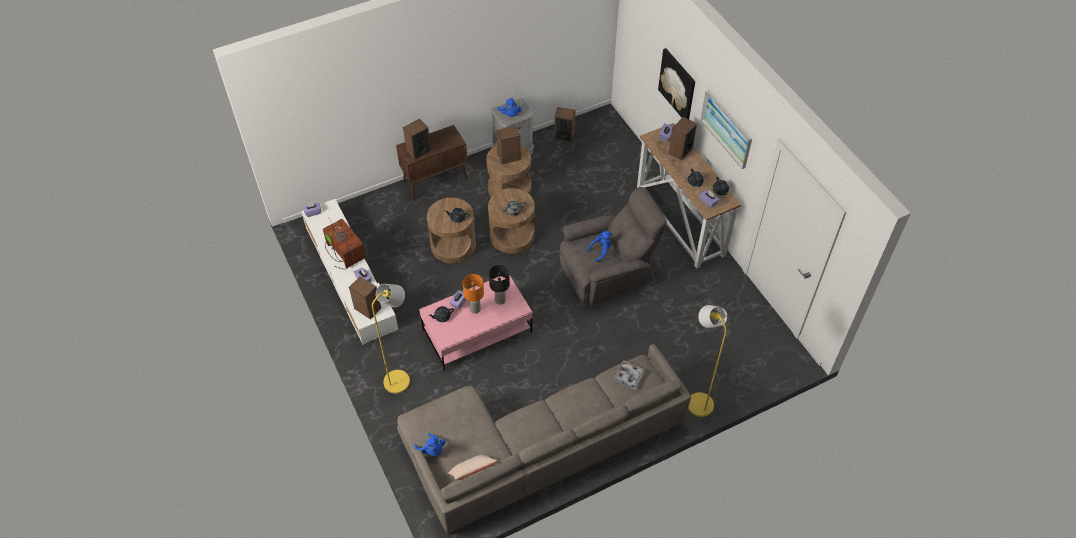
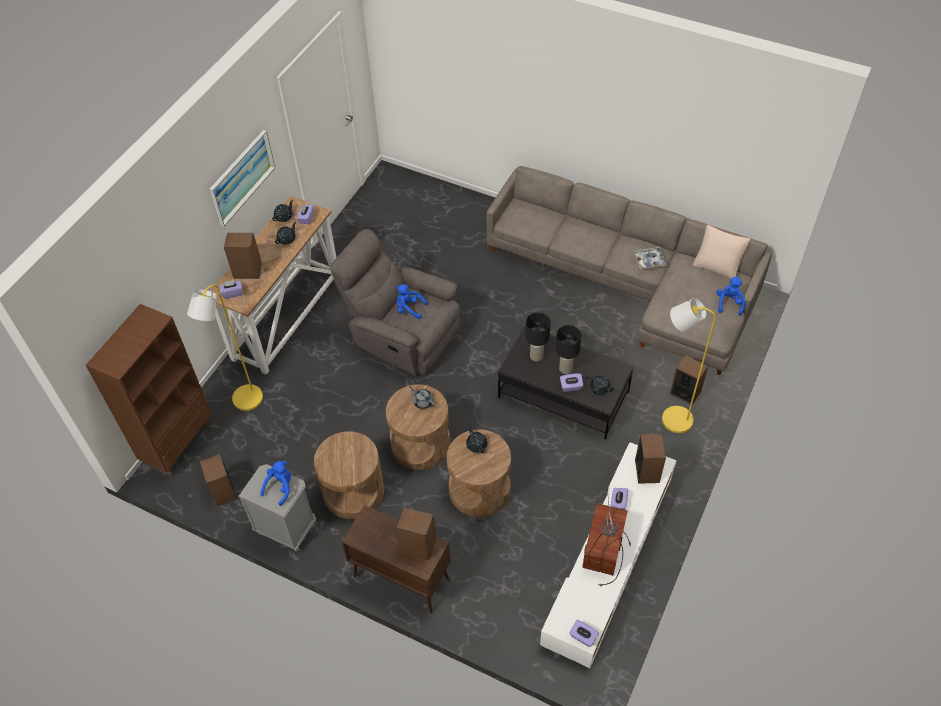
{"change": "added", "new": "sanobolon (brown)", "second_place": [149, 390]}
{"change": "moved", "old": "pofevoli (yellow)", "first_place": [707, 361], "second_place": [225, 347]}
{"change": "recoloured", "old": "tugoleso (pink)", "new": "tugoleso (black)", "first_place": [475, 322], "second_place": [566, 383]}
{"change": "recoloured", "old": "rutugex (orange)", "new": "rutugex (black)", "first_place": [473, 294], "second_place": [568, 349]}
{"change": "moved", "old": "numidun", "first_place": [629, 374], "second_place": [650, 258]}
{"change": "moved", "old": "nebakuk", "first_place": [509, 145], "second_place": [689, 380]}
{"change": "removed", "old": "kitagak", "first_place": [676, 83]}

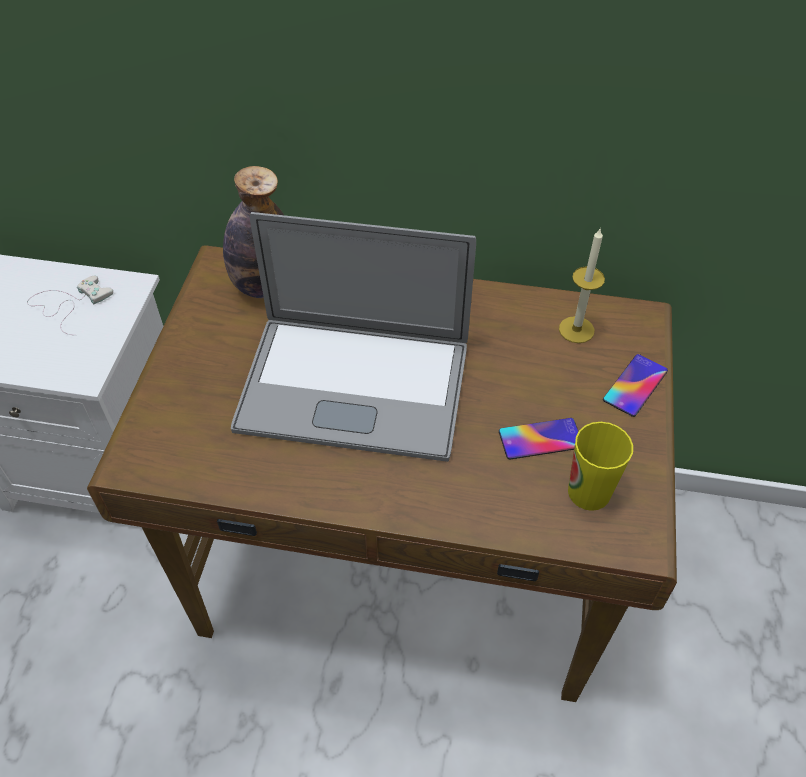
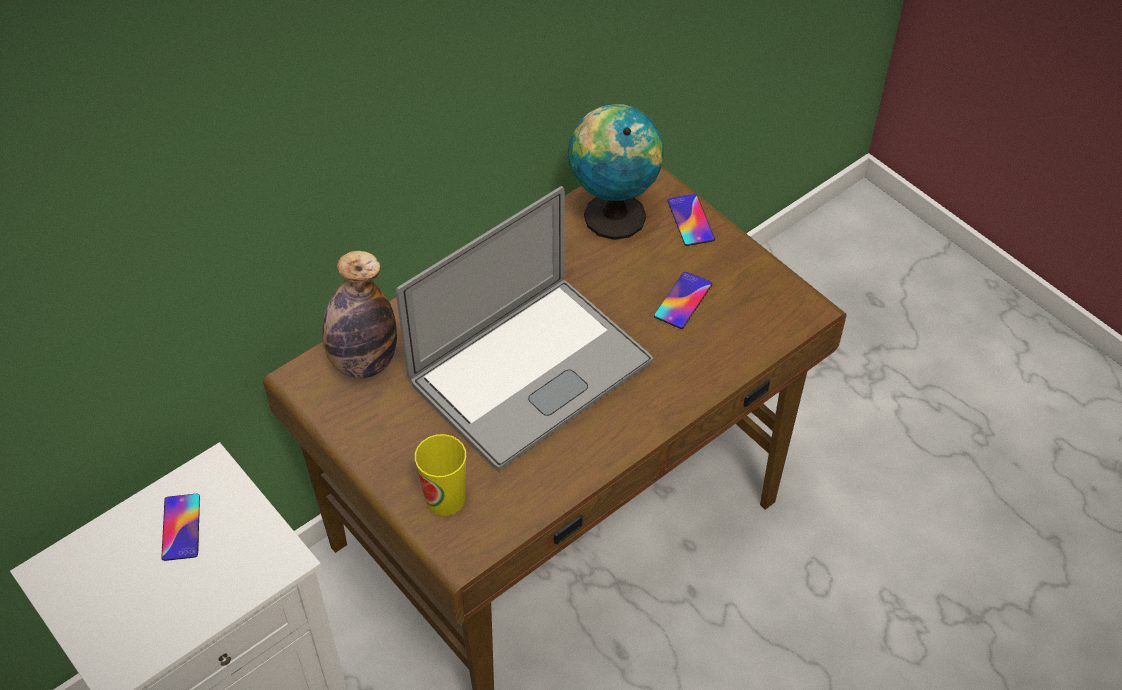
{"change": "replaced", "old": "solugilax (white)", "new": "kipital", "first_place": [70, 305], "second_place": [180, 527]}
{"change": "moved", "old": "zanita", "first_place": [600, 466], "second_place": [440, 475]}
{"change": "replaced", "old": "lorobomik", "new": "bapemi", "first_place": [582, 286], "second_place": [616, 172]}

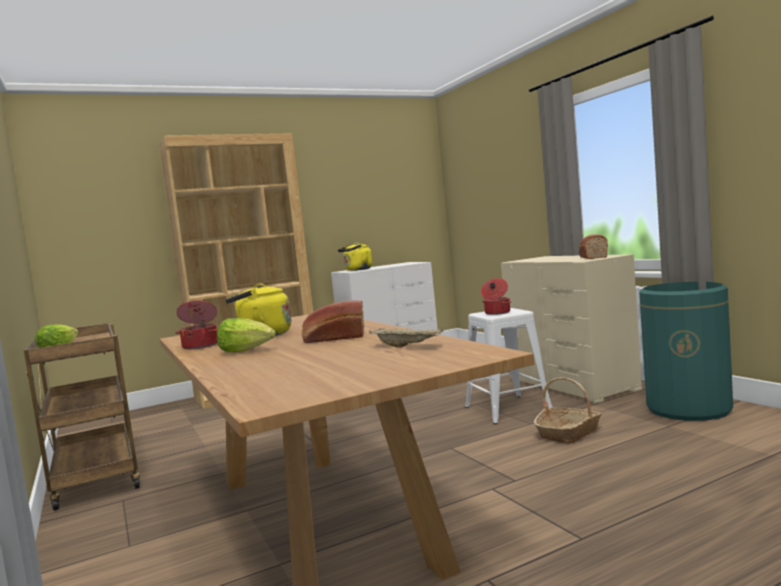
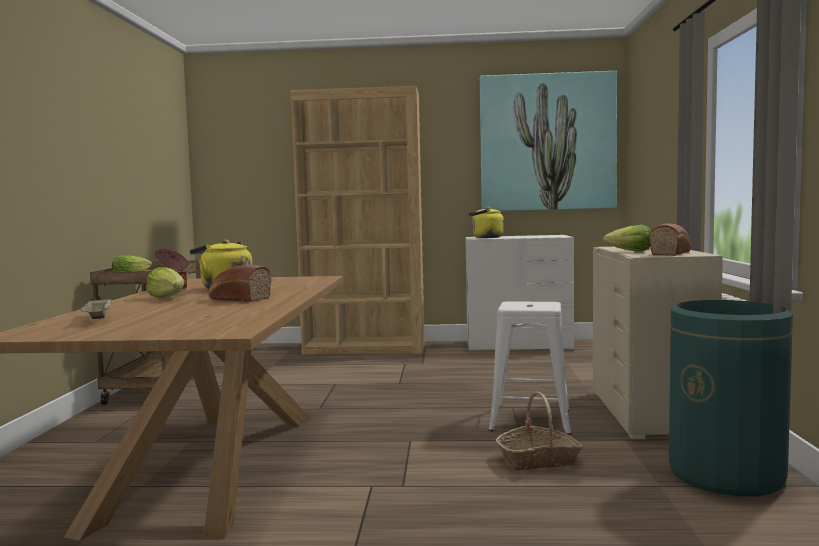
{"change": "moved", "old": "numidun (beige)", "first_place": [406, 337], "second_place": [96, 308]}
{"change": "added", "new": "kitagak", "second_place": [548, 141]}
{"change": "added", "new": "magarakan", "second_place": [627, 238]}
{"change": "removed", "old": "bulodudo", "first_place": [496, 296]}

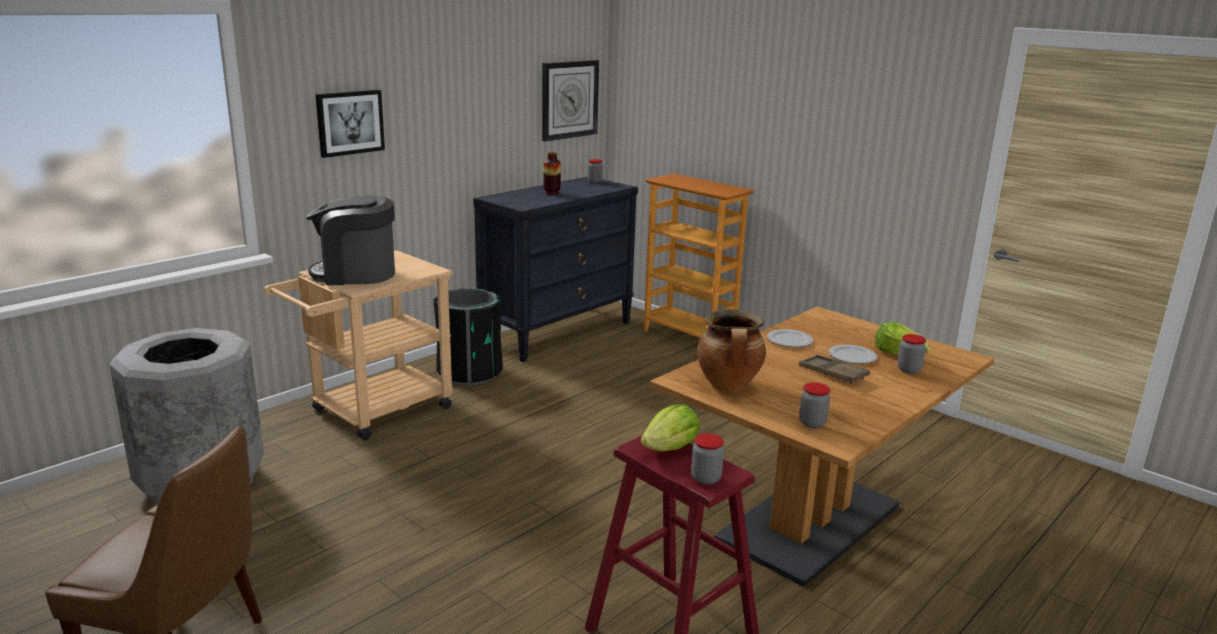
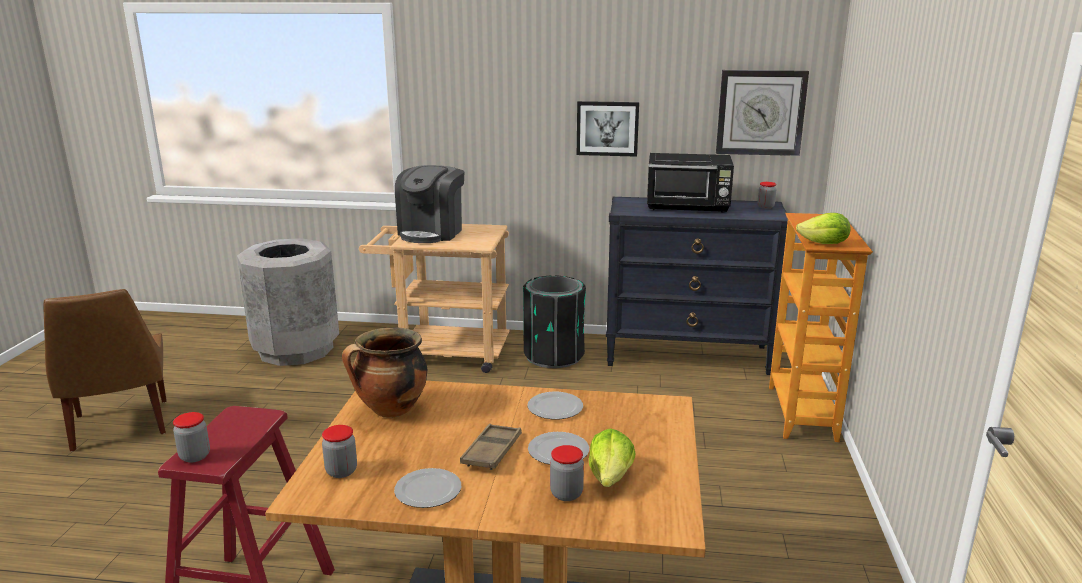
{"change": "added", "new": "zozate", "second_place": [427, 488]}
{"change": "turned", "old": "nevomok", "first_place": [350, 240], "second_place": [429, 204], "degrees": -120}
{"change": "moved", "old": "kitagak", "first_place": [350, 124], "second_place": [608, 129]}
{"change": "replaced", "old": "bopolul", "new": "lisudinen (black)", "first_place": [552, 173], "second_place": [690, 183]}
{"change": "moved", "old": "magarakan", "first_place": [670, 428], "second_place": [823, 228]}

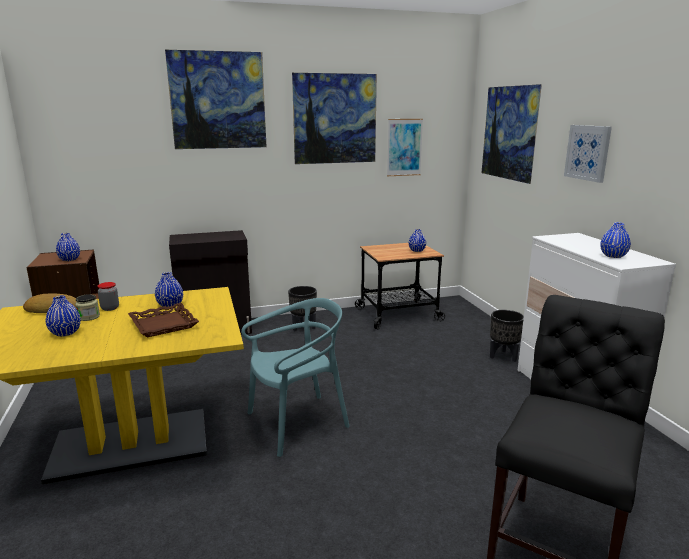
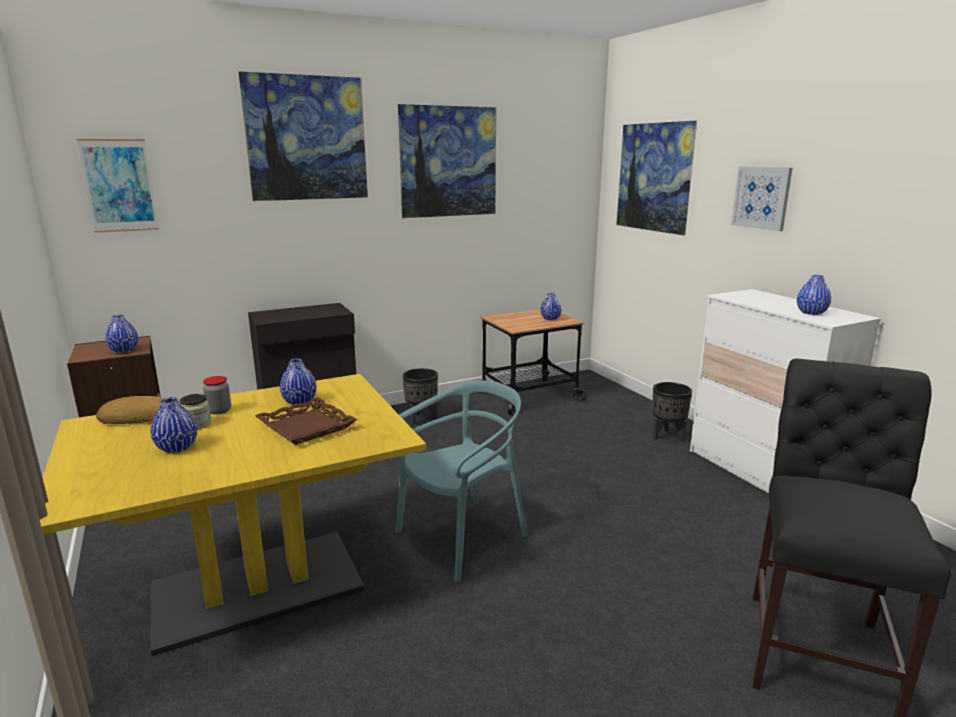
{"change": "moved", "old": "kitagak", "first_place": [405, 147], "second_place": [118, 186]}

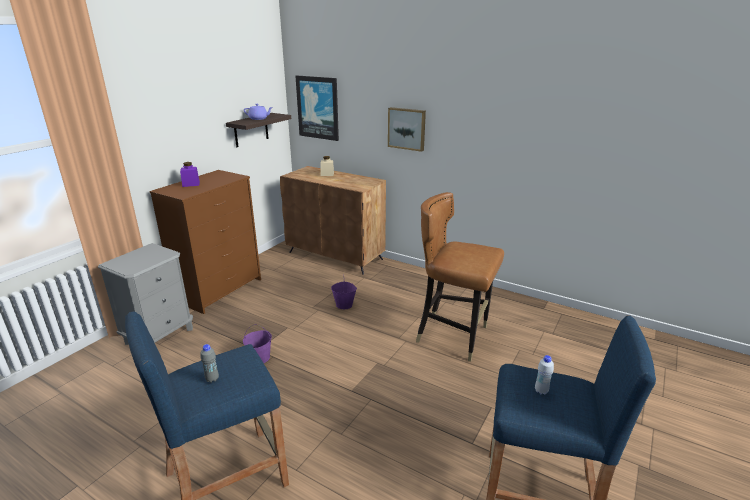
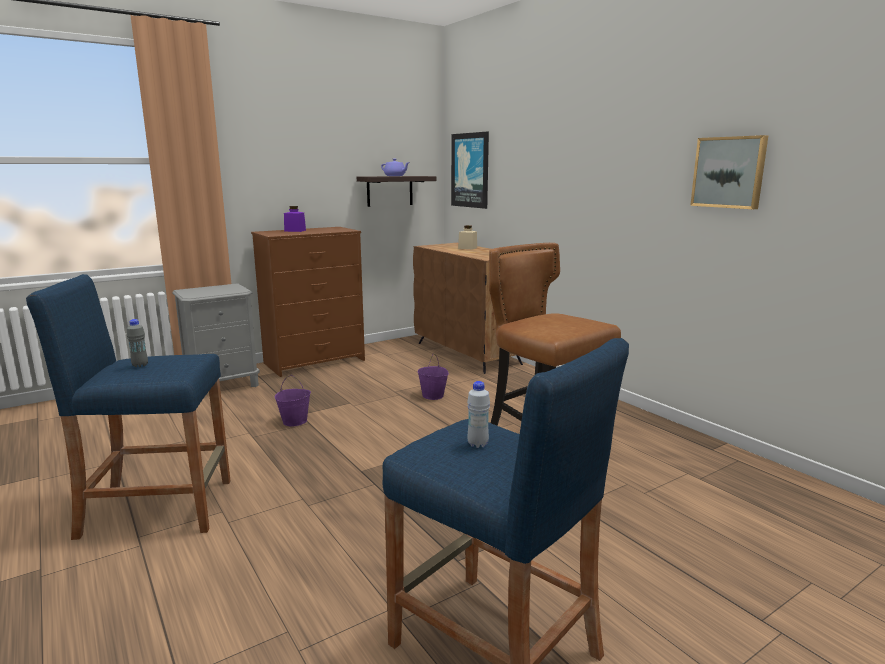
{"change": "moved", "old": "kitagak", "first_place": [407, 129], "second_place": [729, 172]}

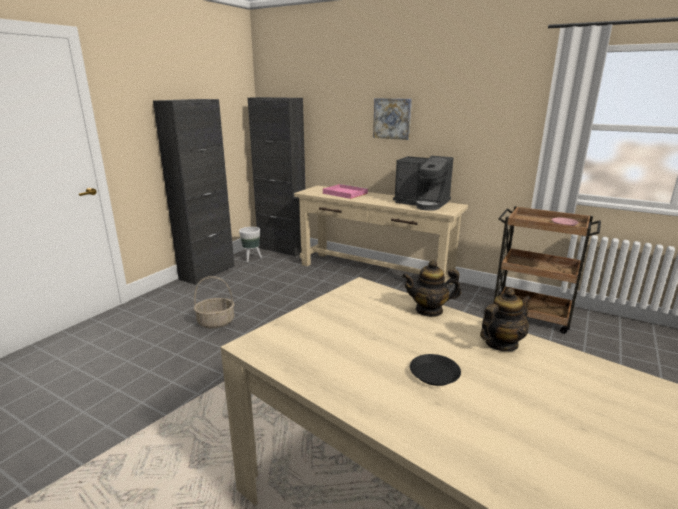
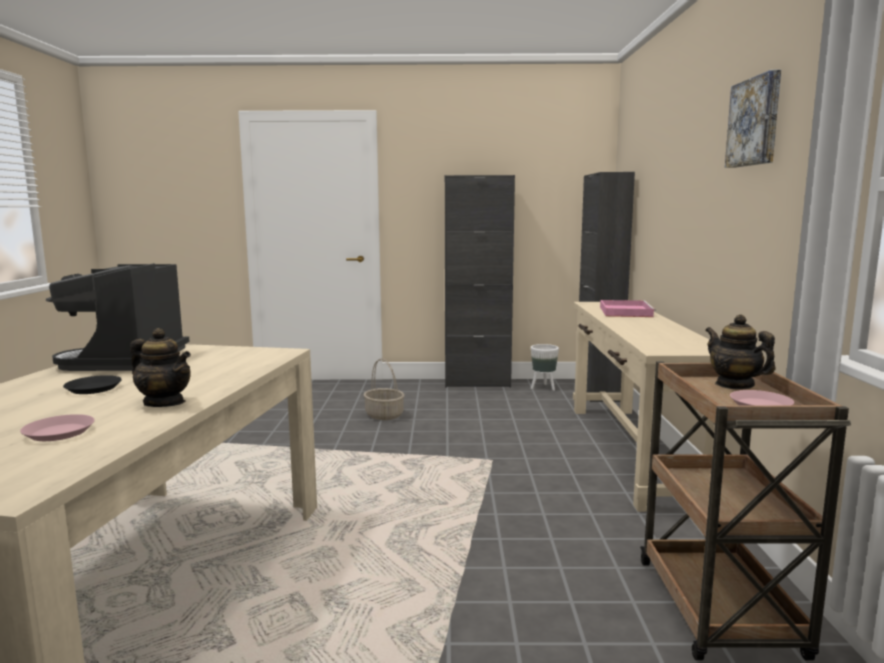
{"change": "added", "new": "zozate (pink)", "second_place": [57, 427]}
{"change": "moved", "old": "nevomok", "first_place": [423, 183], "second_place": [118, 317]}
{"change": "moved", "old": "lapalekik", "first_place": [431, 288], "second_place": [740, 351]}
{"change": "moved", "old": "kitagak", "first_place": [392, 119], "second_place": [753, 119]}

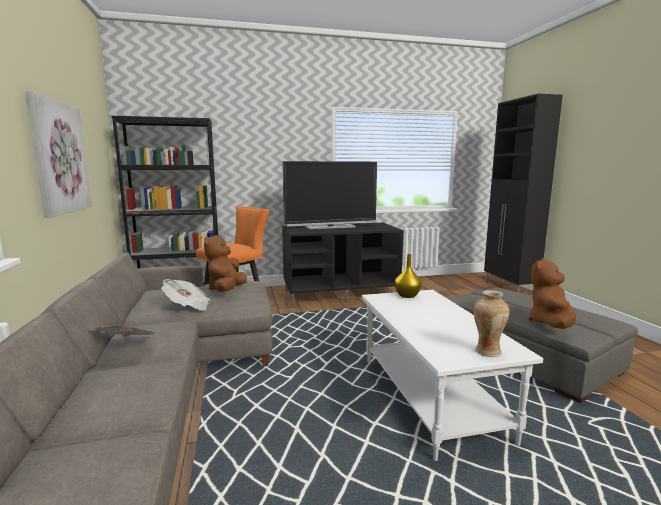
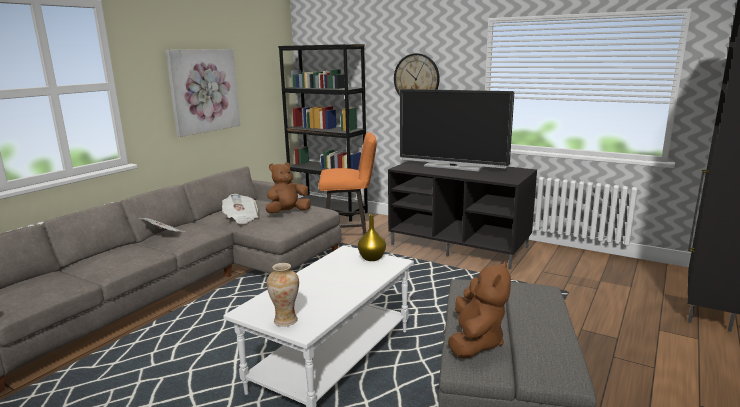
{"change": "added", "new": "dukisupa", "second_place": [417, 74]}
{"change": "turned", "old": "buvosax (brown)", "first_place": [552, 293], "second_place": [479, 309], "degrees": 120}

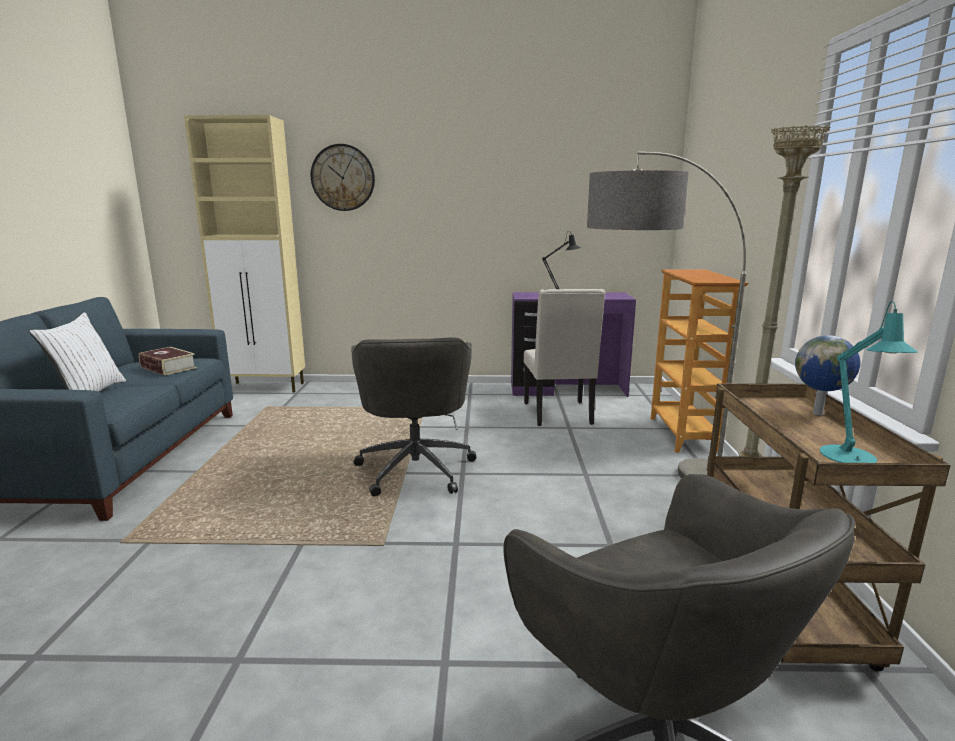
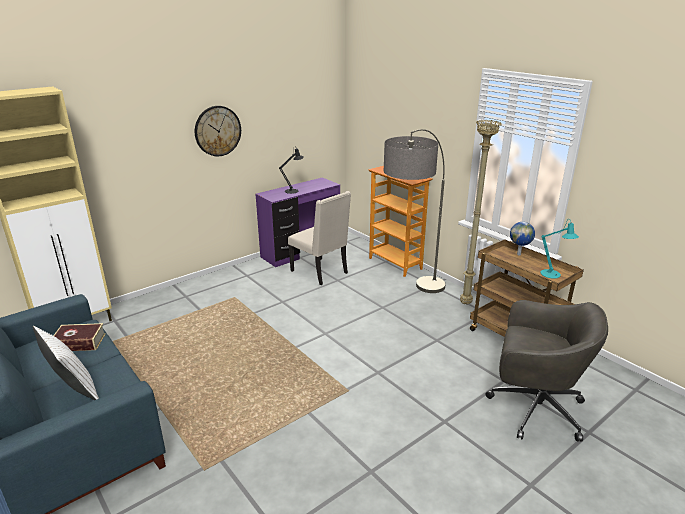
{"change": "moved", "old": "dukisupa", "first_place": [342, 177], "second_place": [218, 131]}
{"change": "removed", "old": "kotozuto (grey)", "first_place": [413, 416]}

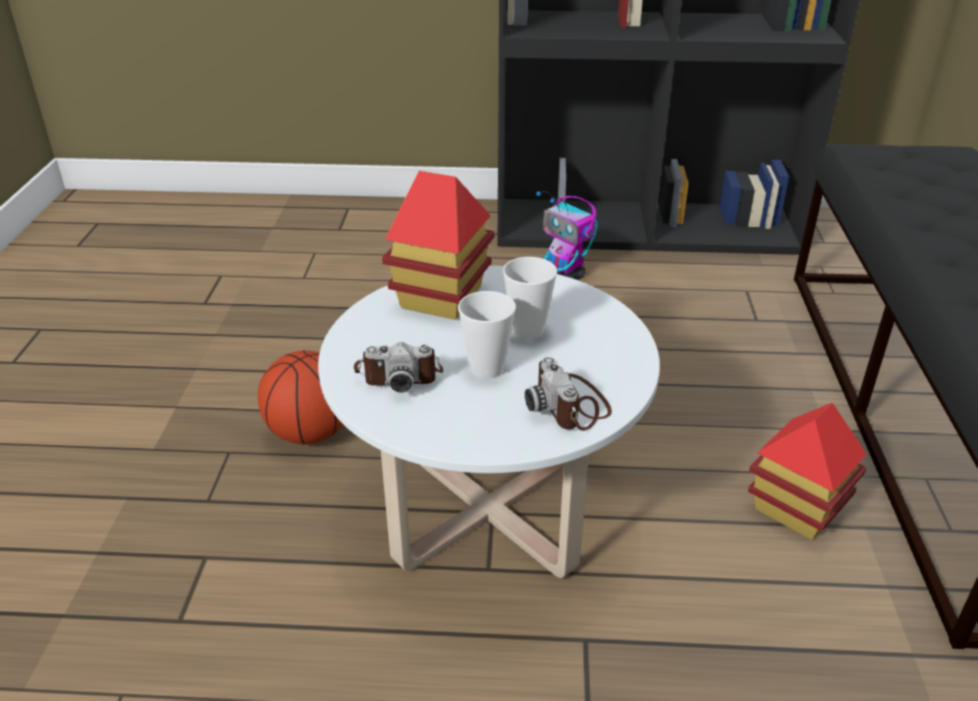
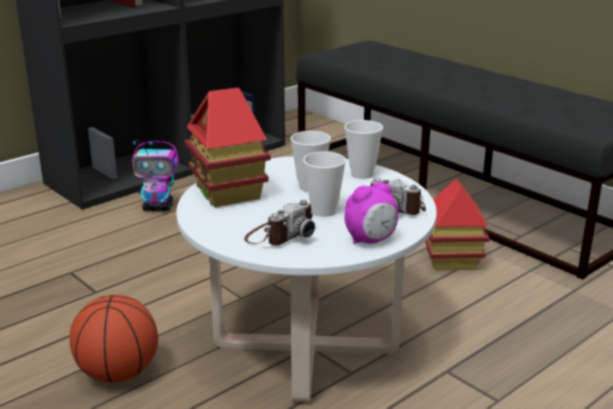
{"change": "added", "new": "zanita", "second_place": [363, 149]}
{"change": "added", "new": "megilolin", "second_place": [371, 213]}

